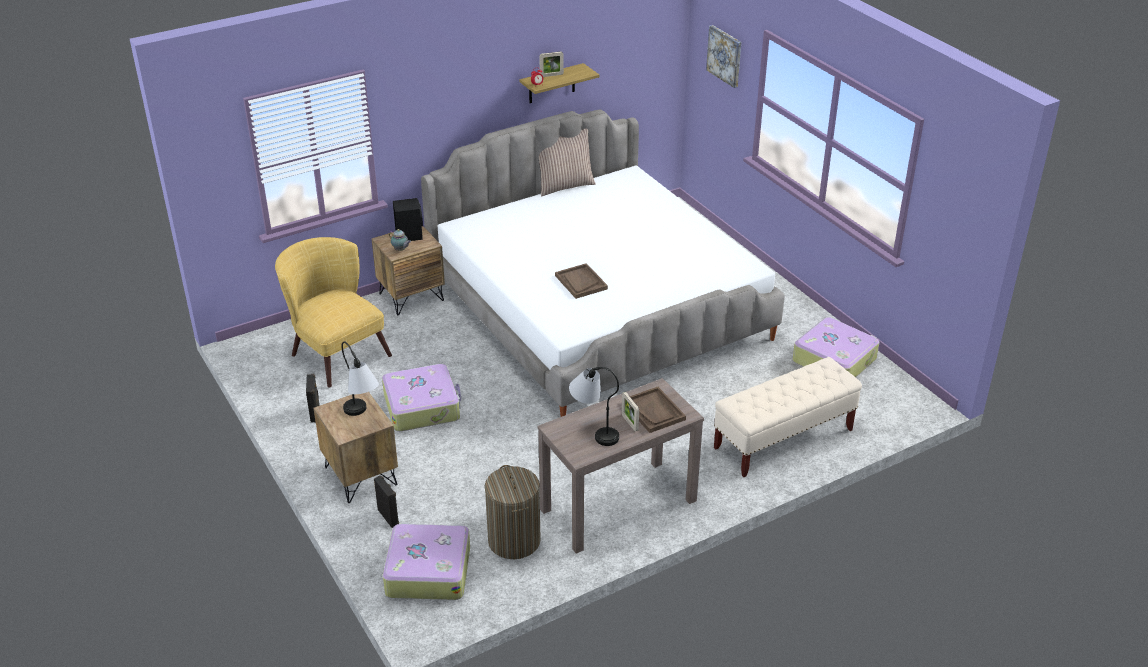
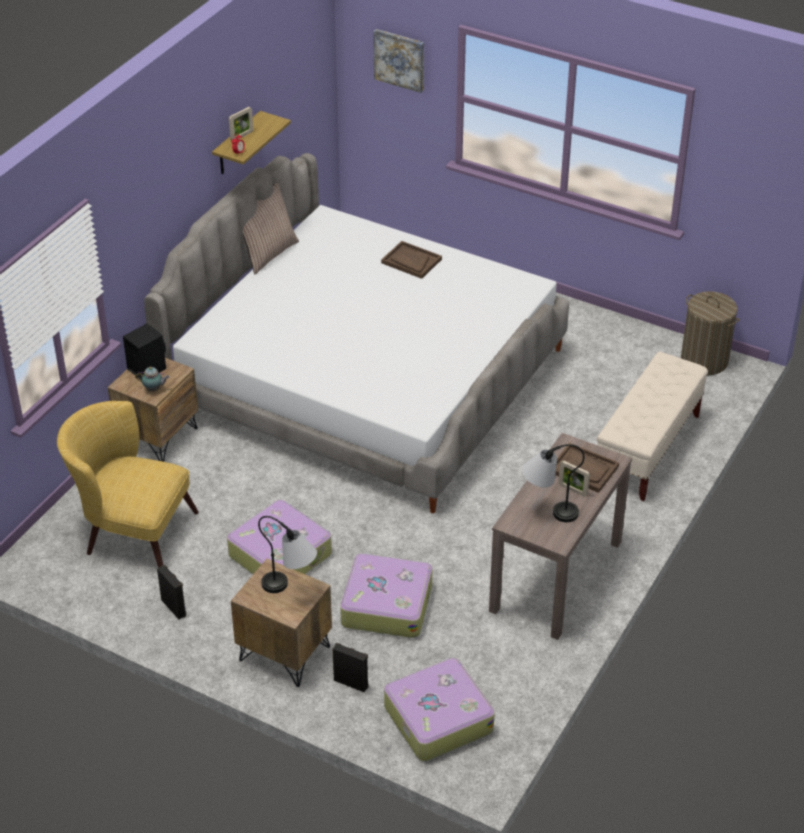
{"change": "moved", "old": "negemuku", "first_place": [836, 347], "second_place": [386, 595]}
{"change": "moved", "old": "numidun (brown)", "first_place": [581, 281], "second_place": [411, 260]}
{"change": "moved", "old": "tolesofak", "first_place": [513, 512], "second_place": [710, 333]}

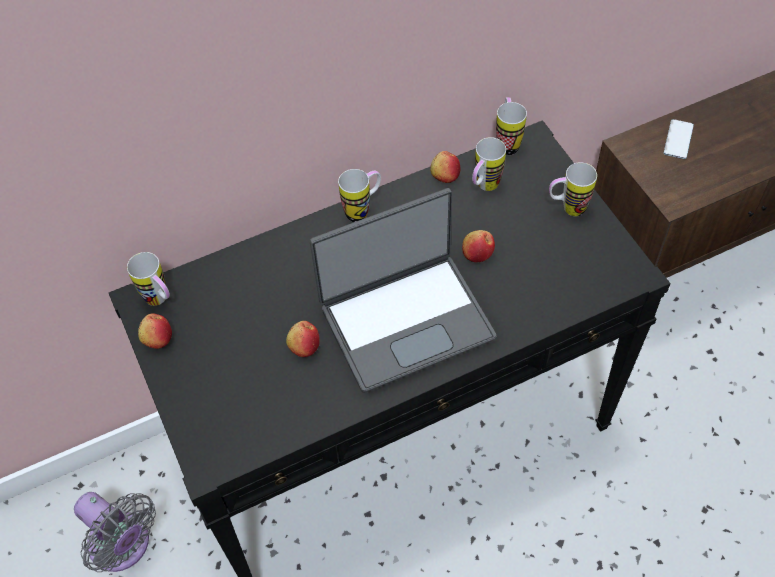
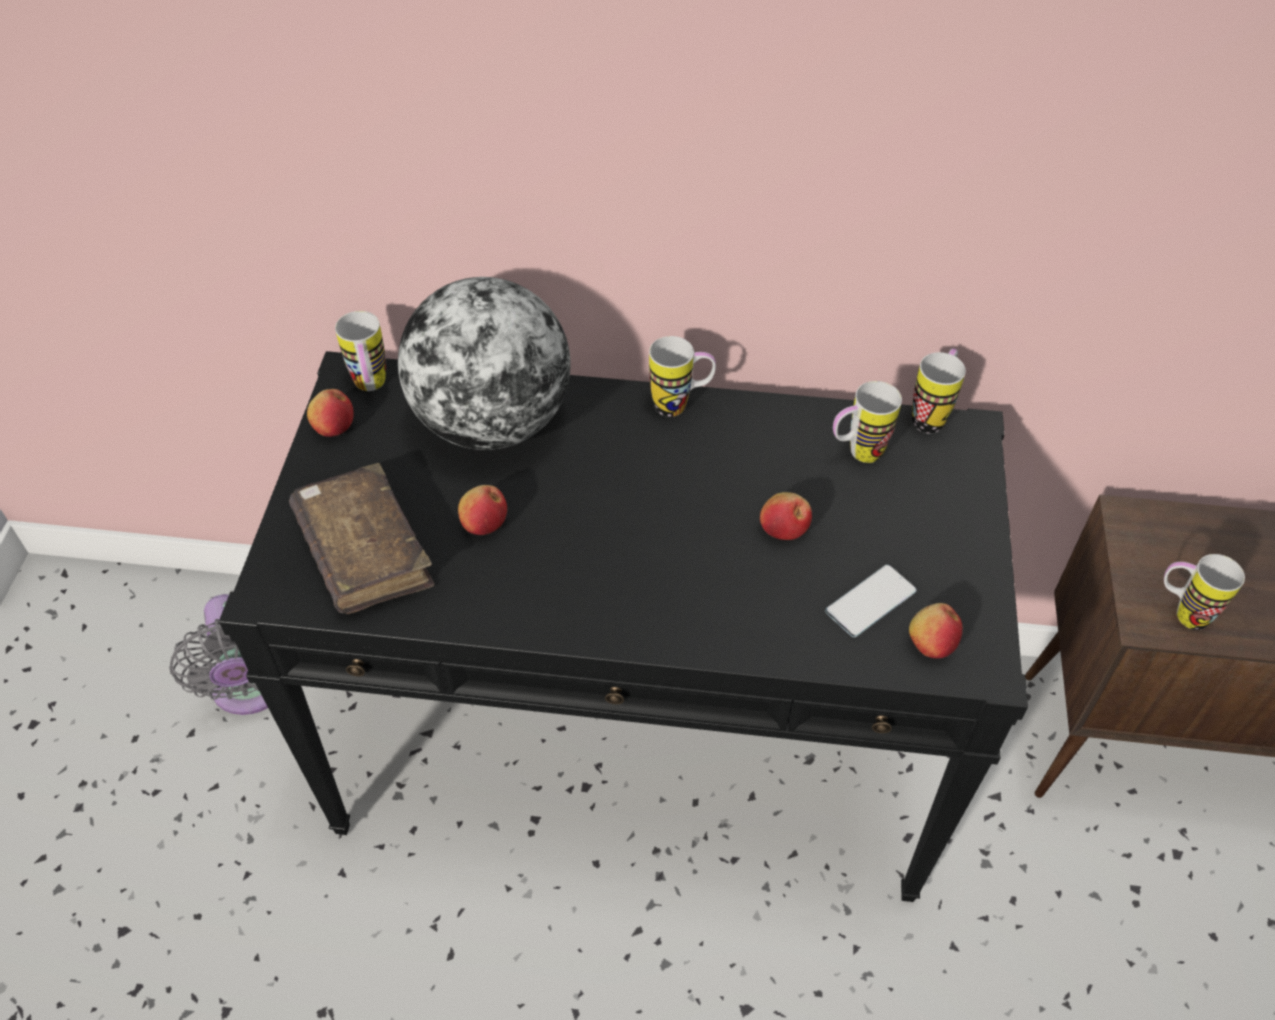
{"change": "added", "new": "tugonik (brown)", "second_place": [362, 538]}
{"change": "added", "new": "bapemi", "second_place": [484, 363]}
{"change": "moved", "old": "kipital", "first_place": [679, 139], "second_place": [871, 601]}
{"change": "moved", "old": "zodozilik", "first_place": [445, 167], "second_place": [936, 631]}
{"change": "moved", "old": "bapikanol", "first_place": [573, 189], "second_place": [1204, 592]}
{"change": "removed", "old": "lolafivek", "first_place": [403, 290]}

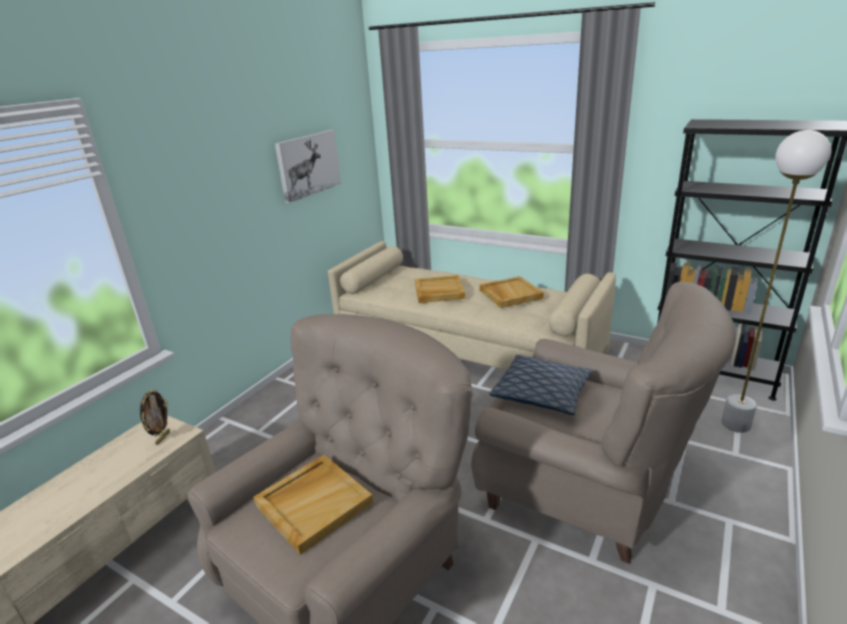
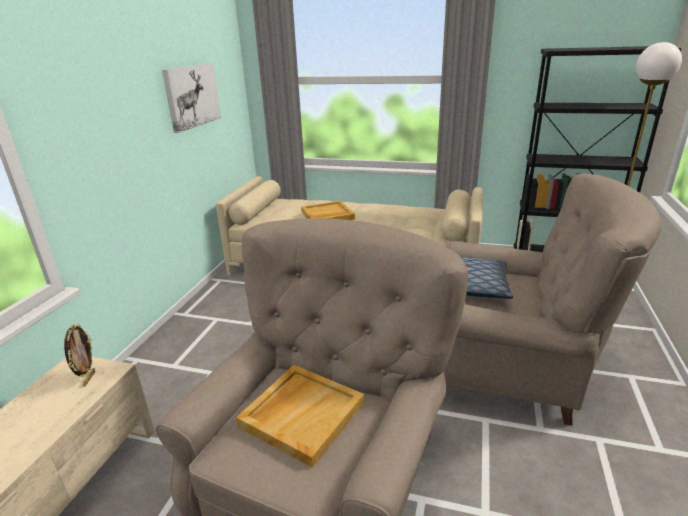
{"change": "removed", "old": "numidun (beige)", "first_place": [512, 292]}

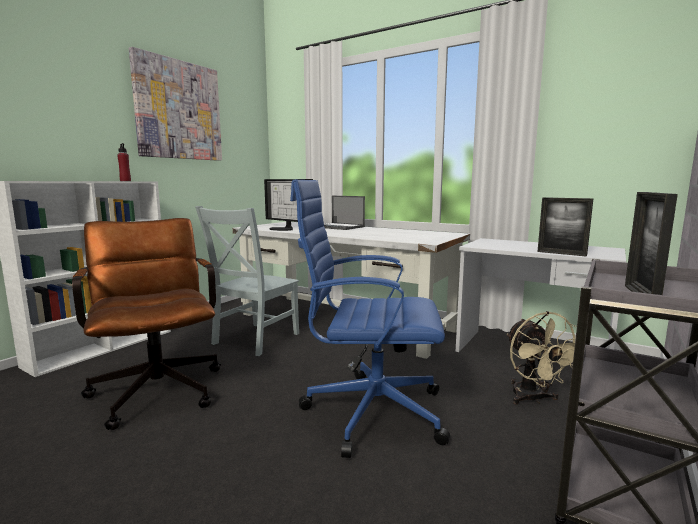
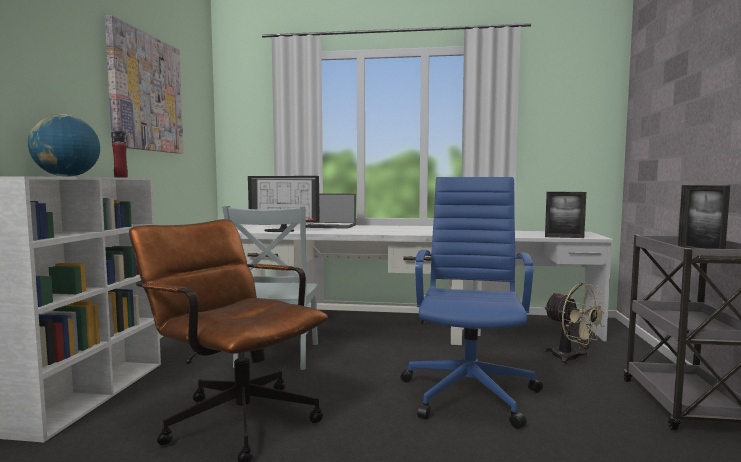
{"change": "added", "new": "bapemi", "second_place": [64, 145]}
{"change": "turned", "old": "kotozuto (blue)", "first_place": [370, 319], "second_place": [472, 303], "degrees": 120}

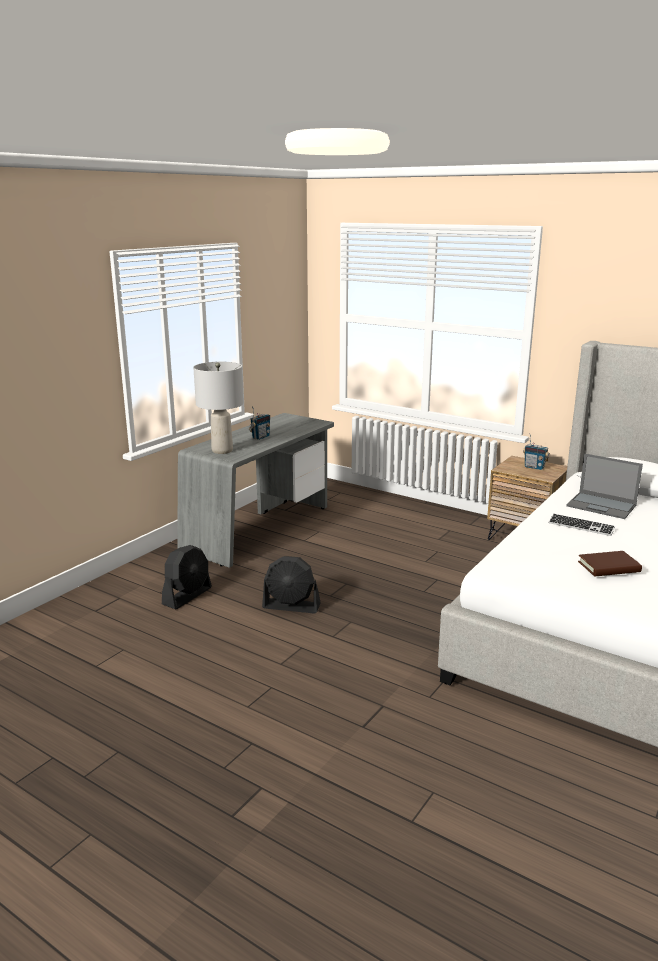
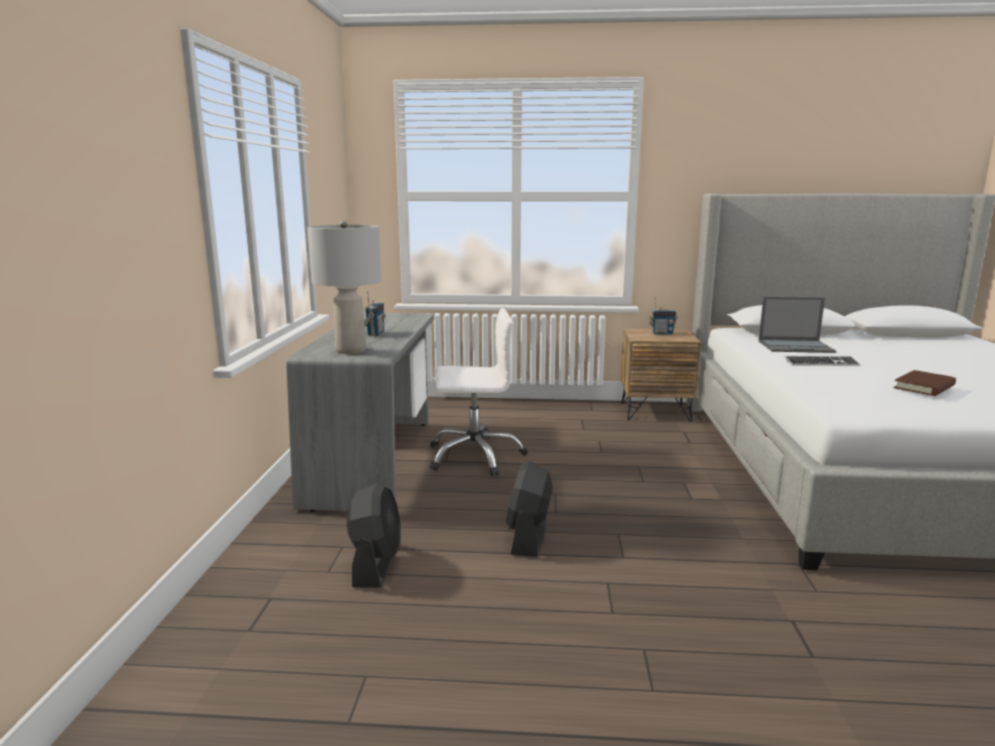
{"change": "added", "new": "kotozuto (white)", "second_place": [479, 392]}
{"change": "turned", "old": "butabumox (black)", "first_place": [291, 584], "second_place": [529, 509], "degrees": 120}

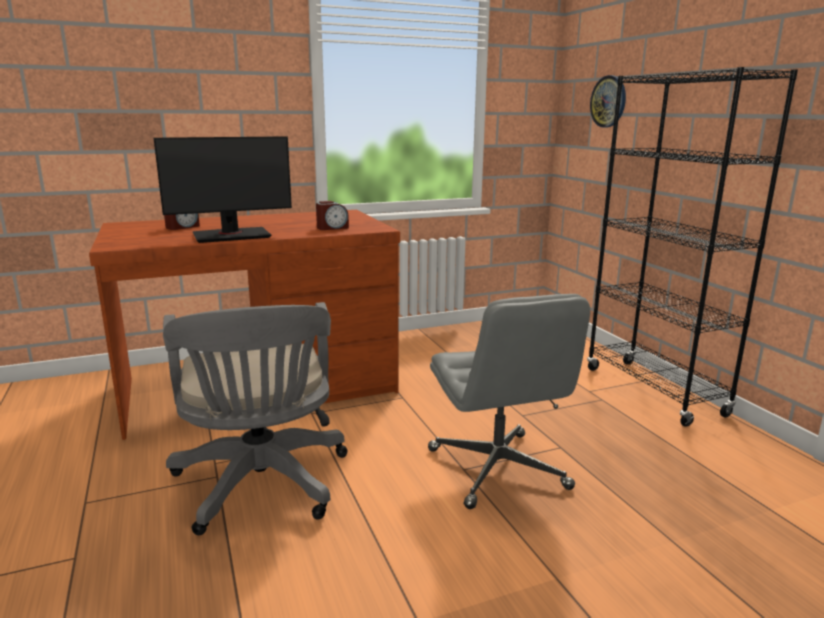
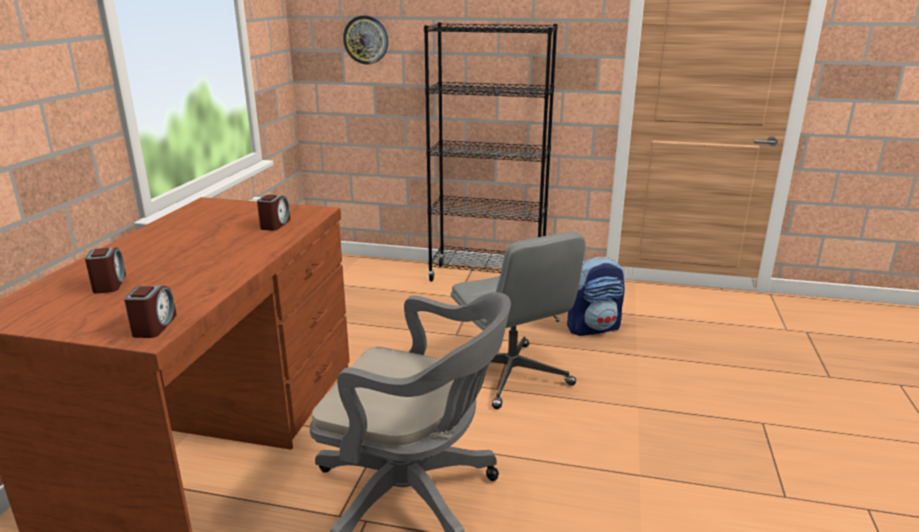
{"change": "added", "new": "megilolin", "second_place": [150, 312]}
{"change": "turned", "old": "kotozuto (grey)", "first_place": [509, 401], "second_place": [518, 320], "degrees": 45}
{"change": "added", "new": "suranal", "second_place": [596, 296]}
{"change": "removed", "old": "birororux", "first_place": [223, 189]}

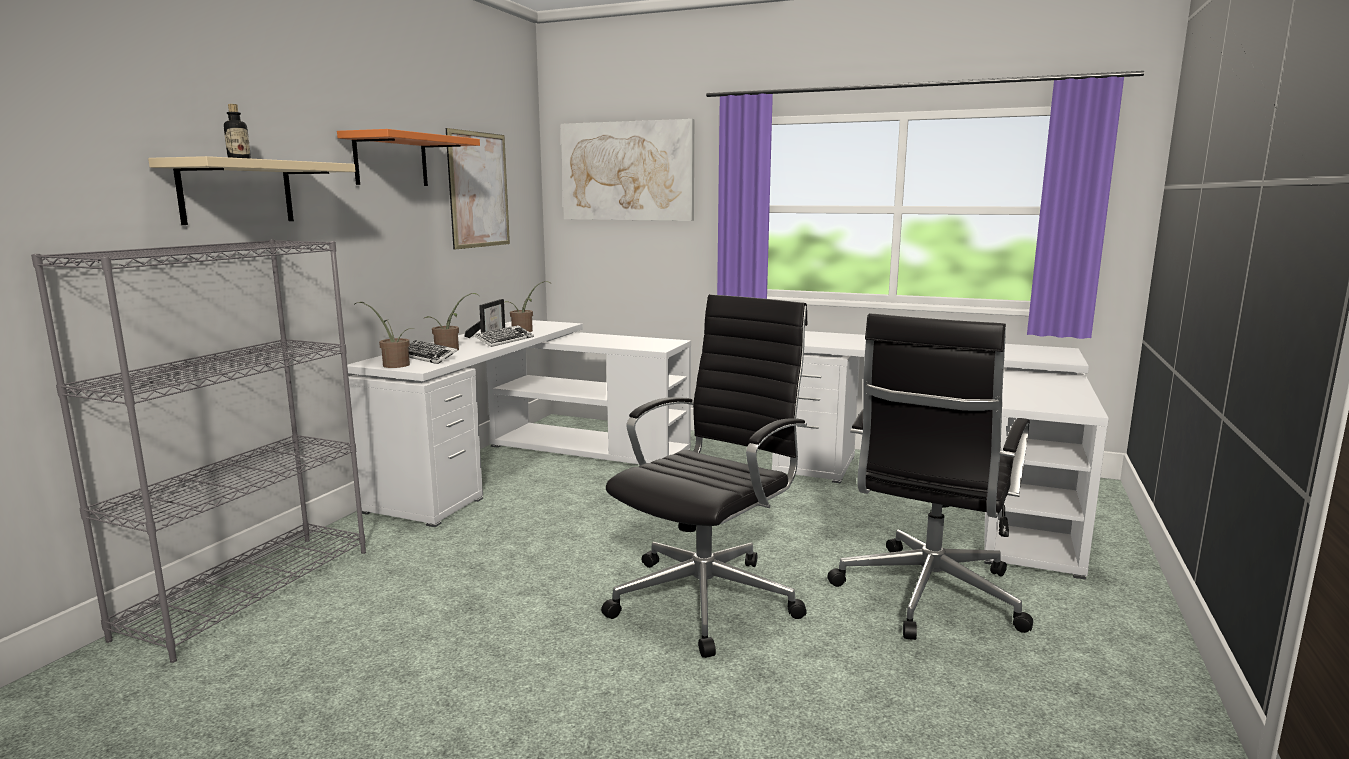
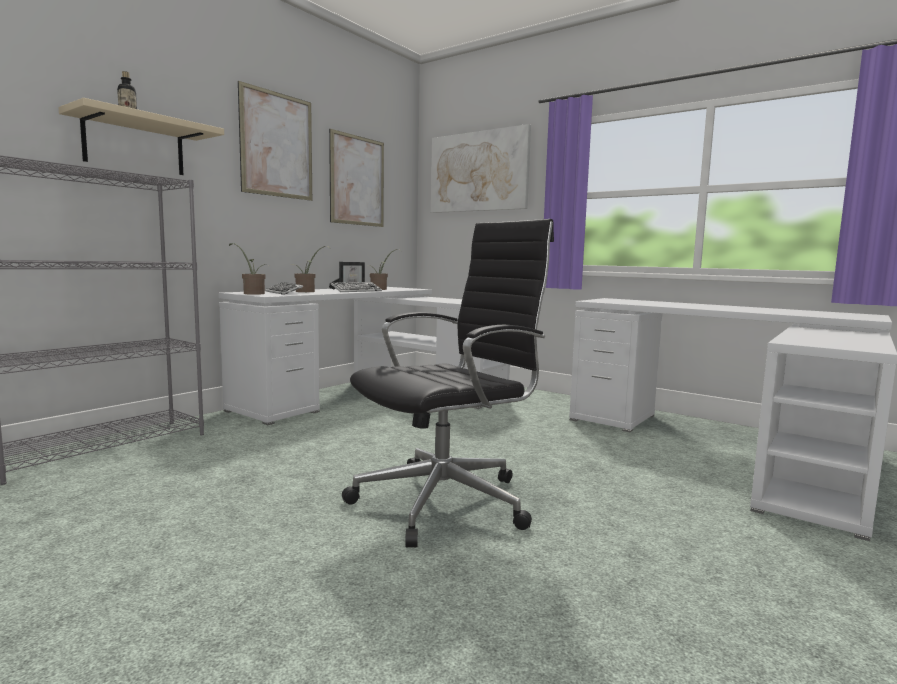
{"change": "replaced", "old": "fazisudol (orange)", "new": "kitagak", "first_place": [408, 157], "second_place": [275, 141]}
{"change": "removed", "old": "kotozuto (black)", "first_place": [930, 476]}

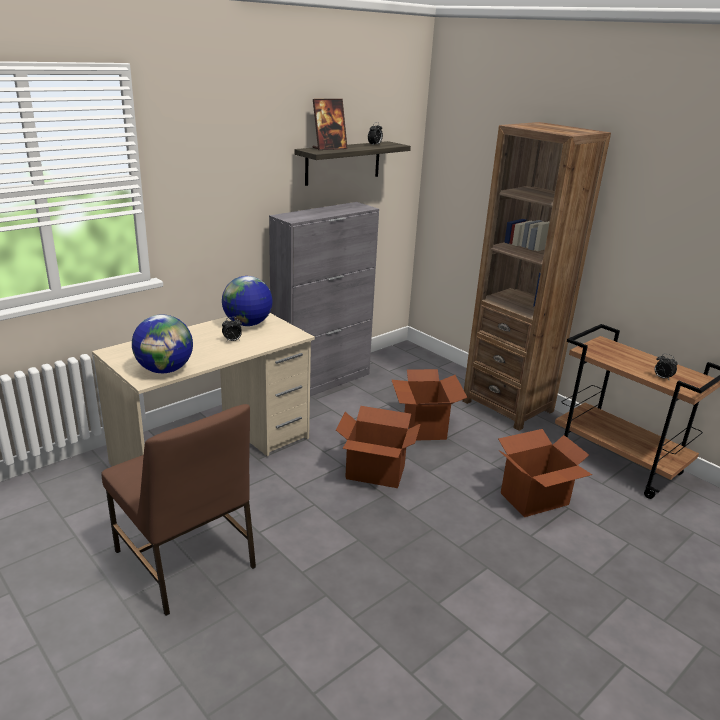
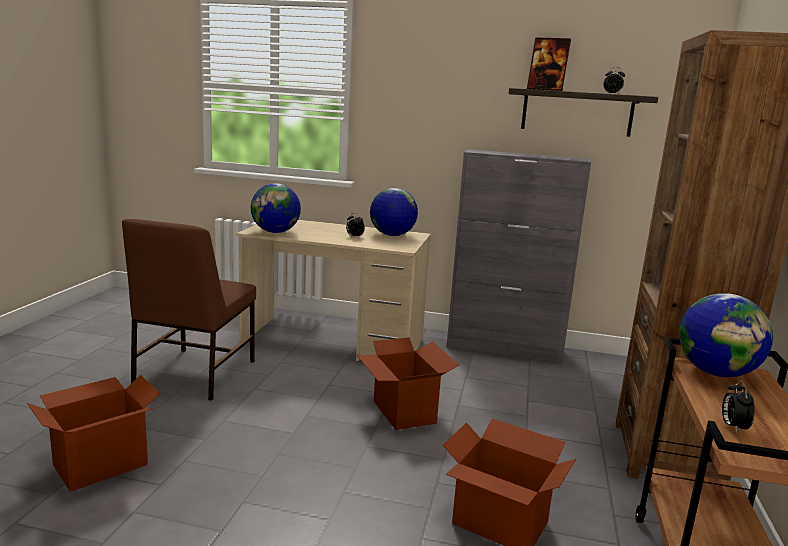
{"change": "moved", "old": "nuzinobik", "first_place": [429, 405], "second_place": [93, 433]}
{"change": "added", "new": "bapemi", "second_place": [726, 335]}

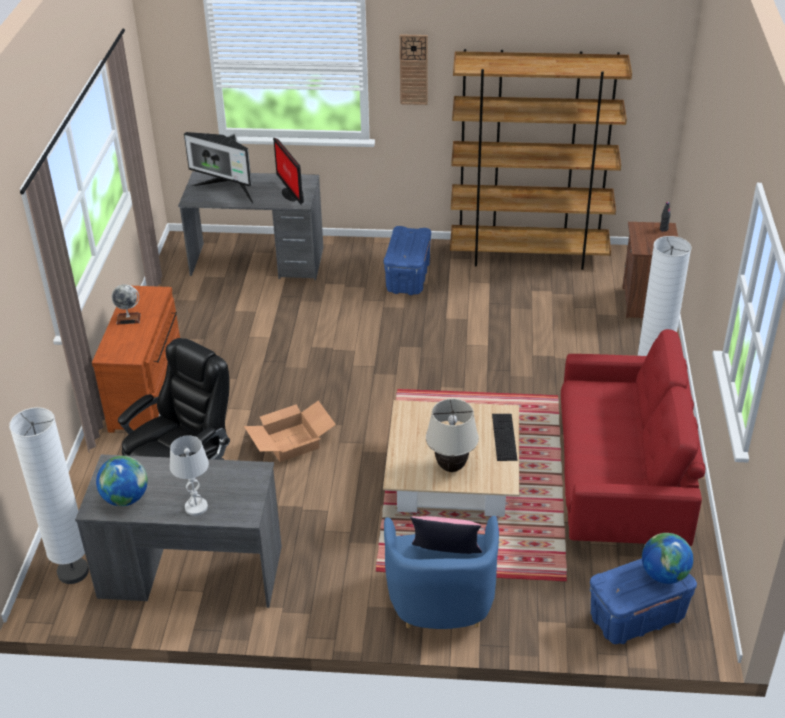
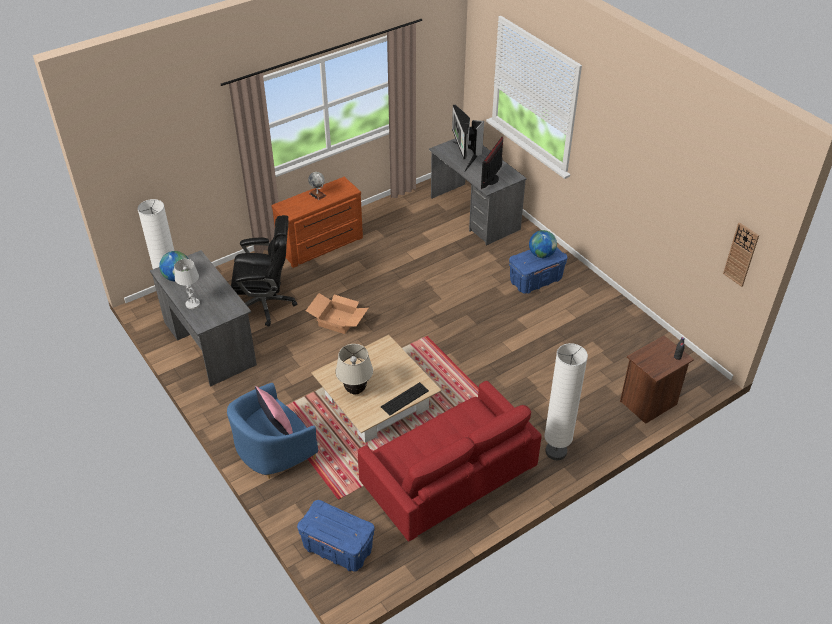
{"change": "moved", "old": "bapemi", "first_place": [667, 558], "second_place": [543, 244]}
{"change": "moved", "old": "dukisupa", "first_place": [414, 70], "second_place": [741, 254]}
{"change": "removed", "old": "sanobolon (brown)", "first_place": [541, 159]}

